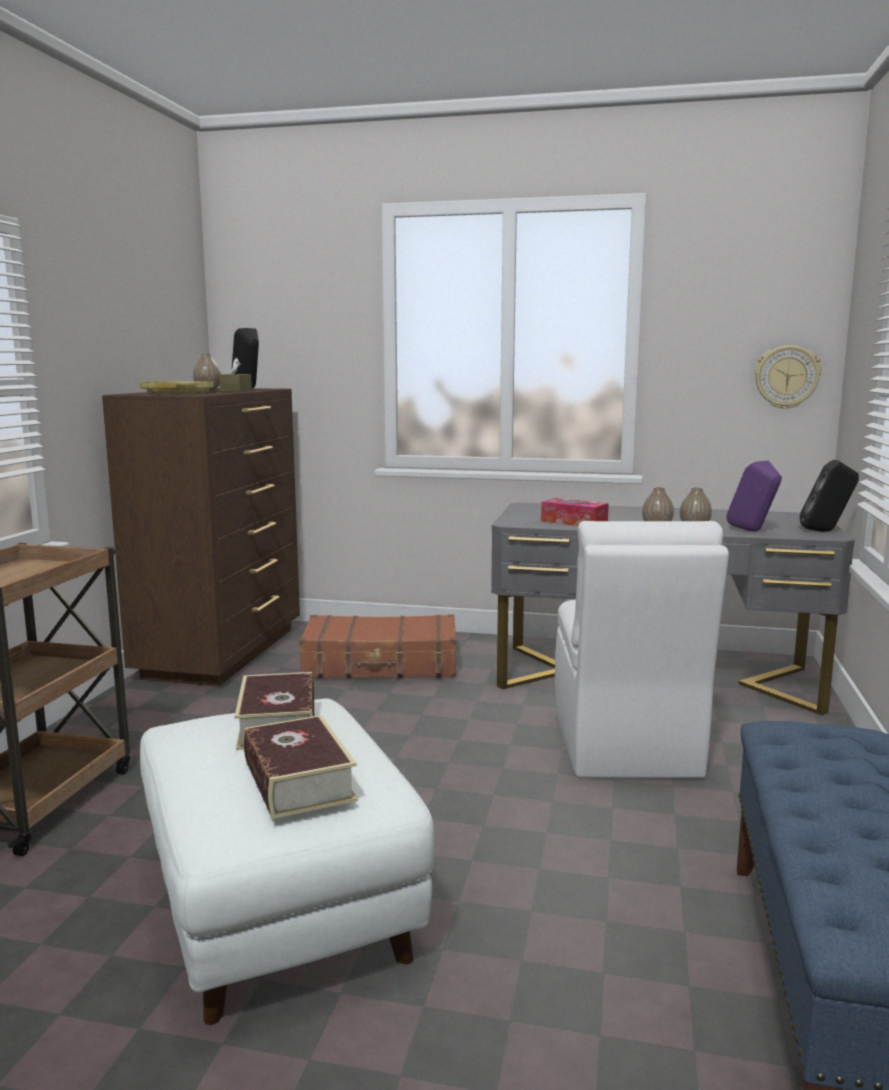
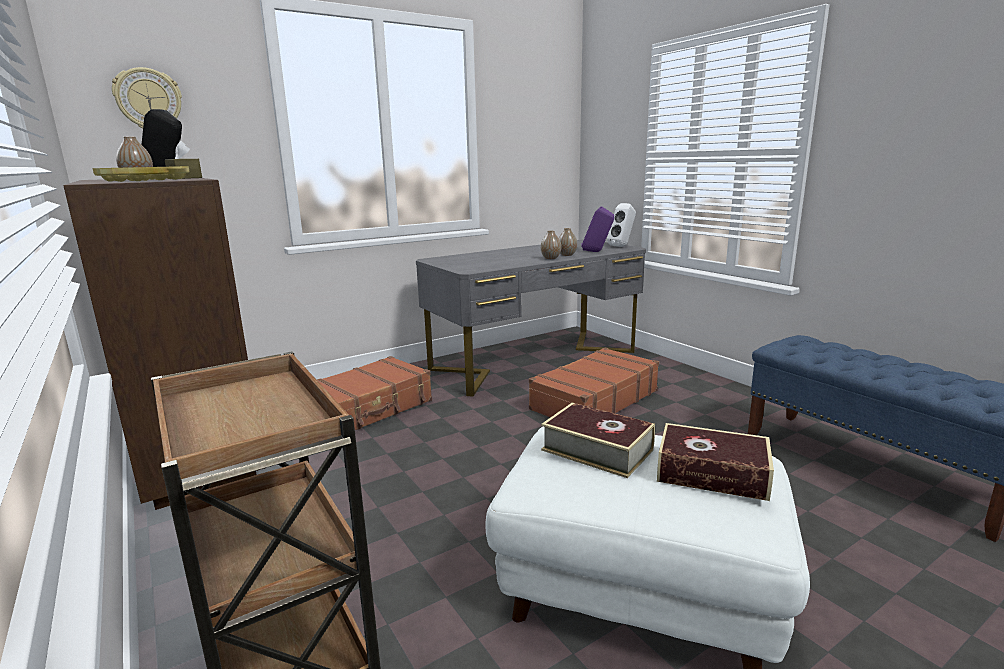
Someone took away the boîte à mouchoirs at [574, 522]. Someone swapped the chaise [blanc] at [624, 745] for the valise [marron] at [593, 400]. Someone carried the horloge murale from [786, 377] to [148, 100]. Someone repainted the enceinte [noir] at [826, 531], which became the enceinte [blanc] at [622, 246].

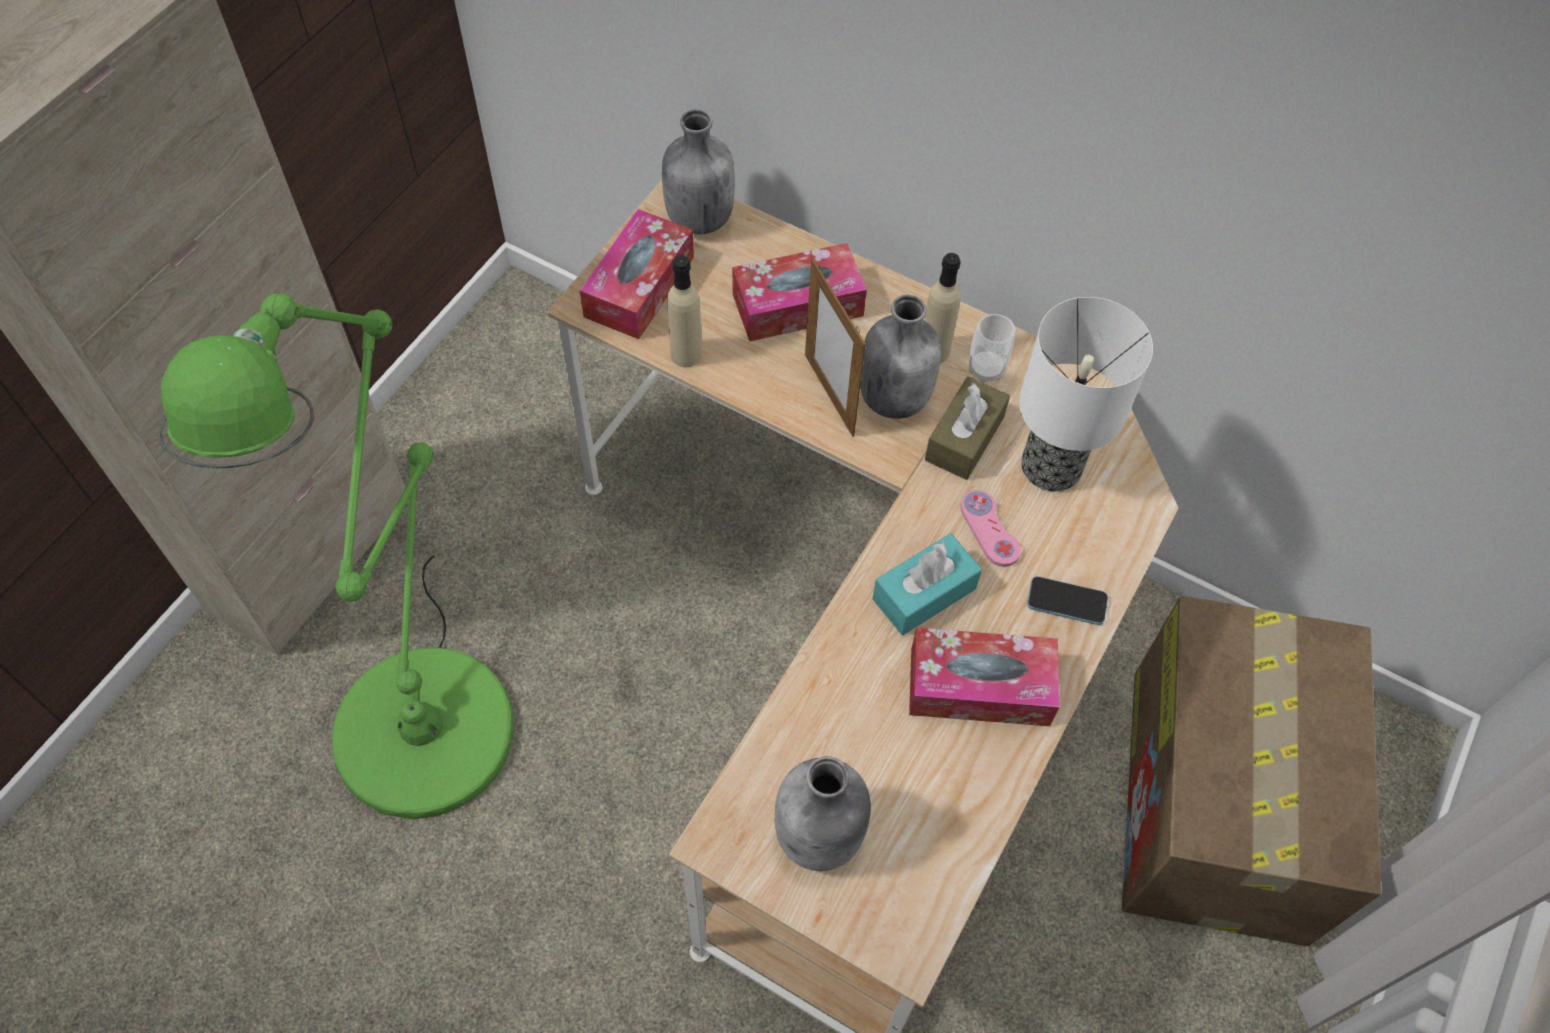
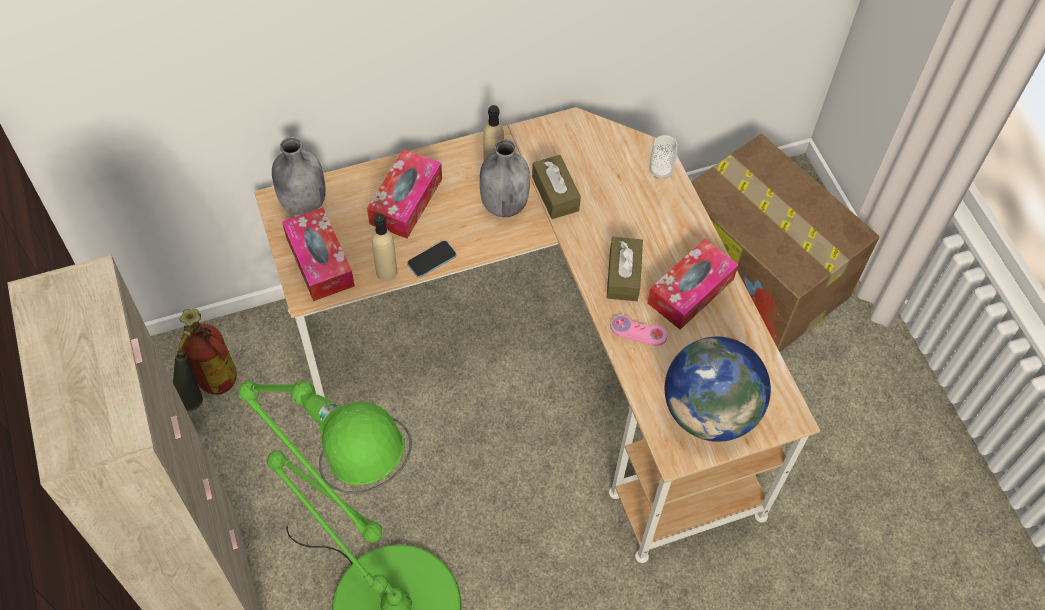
Someone swapped the bouteille [gris] at [820, 837] for the globe at [709, 411]. Someone took away the cadre photo at [829, 395]. Someone repainted the boîte à mouchoirs [turquoise] at [924, 593], which became the boîte à mouchoirs [marron] at [623, 275]. Someone carried the manette [rose] from [989, 529] to [638, 331]. Someone carried the tasse from [986, 369] to [660, 170]. Someone took away the lampe de table at [1049, 466]. Someone carried the téléphone from [1067, 602] to [432, 260]. Someone put down the extincteur at [211, 394].

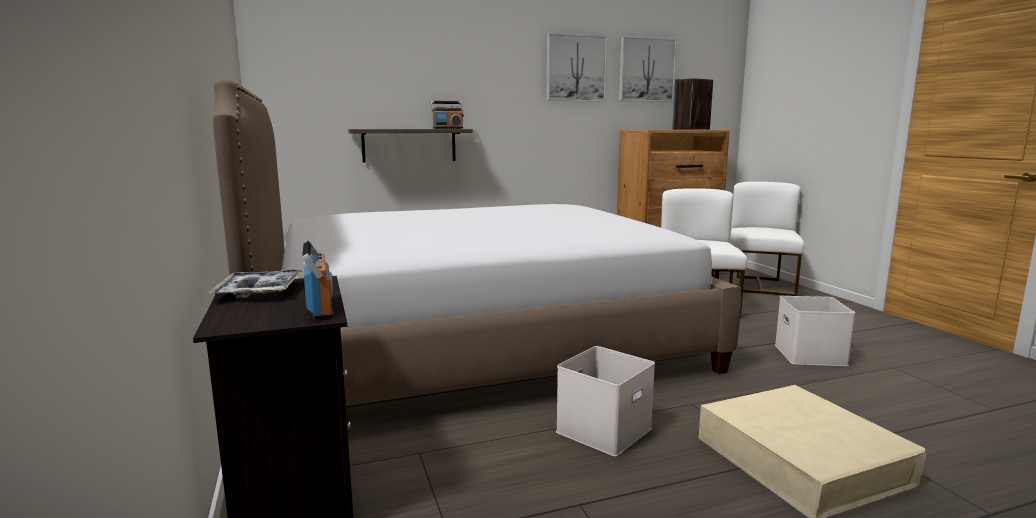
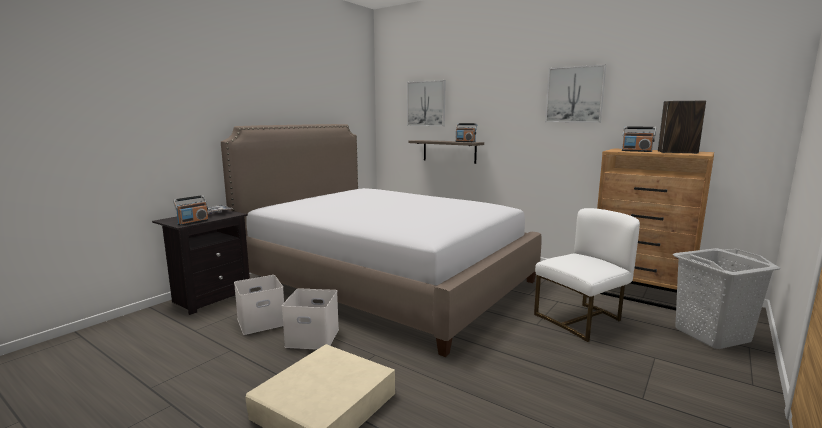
Someone carried the tableau from [646, 70] to [426, 103]. Someone swapped the chaise [blanc] at [760, 286] for the panier à linge [gris] at [712, 335]. Someone carried the boîte de rangement [blanc] from [808, 354] to [262, 321]. Someone put down the radio at [636, 151].

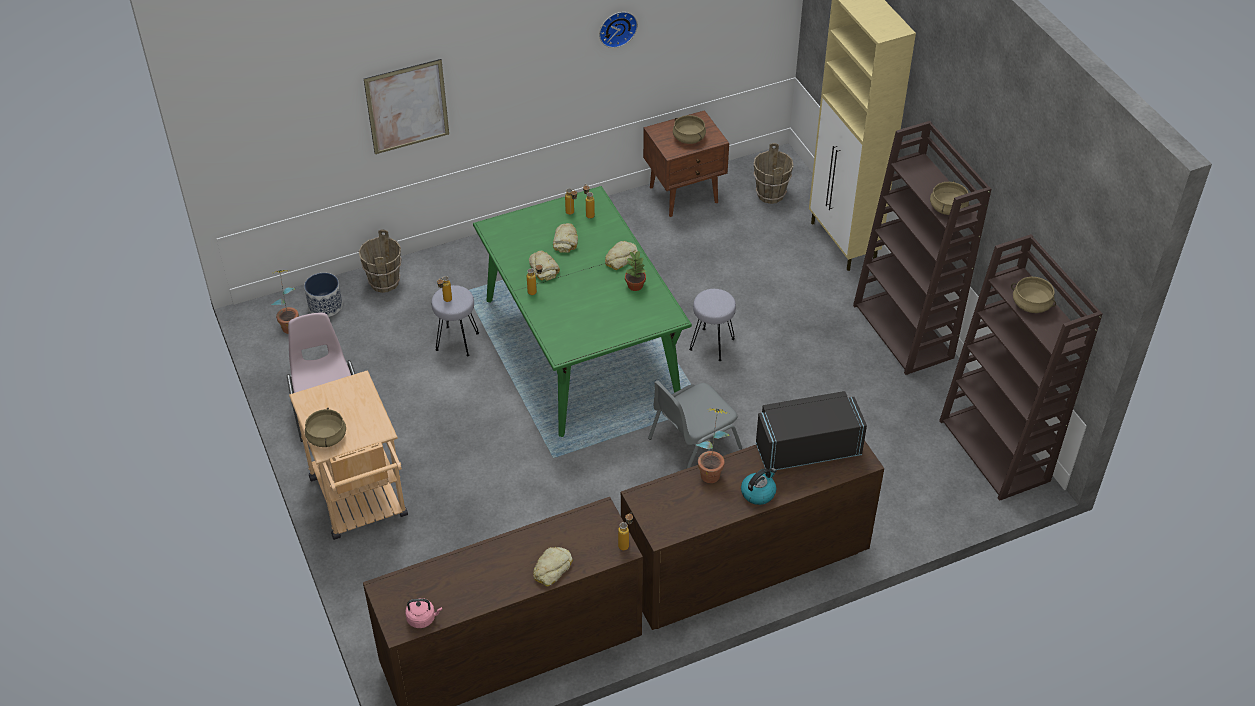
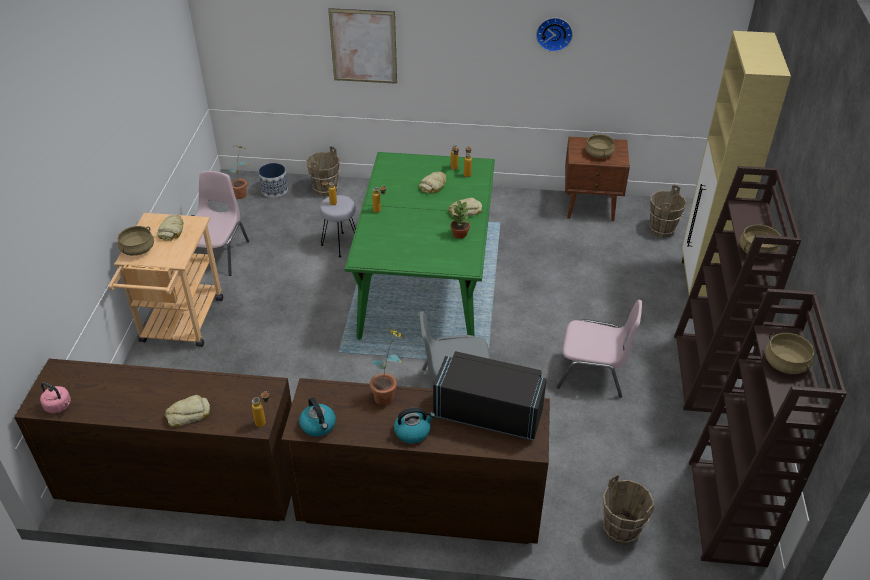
Someone carried the pain from [544, 268] to [172, 231]. Someone took away the tabouret [gris] at [712, 344]. Someone put down the bouilloire at [318, 426]. Someone put down the chaise [rose] at [593, 372]. Someone put down the seau [marron] at [621, 530].

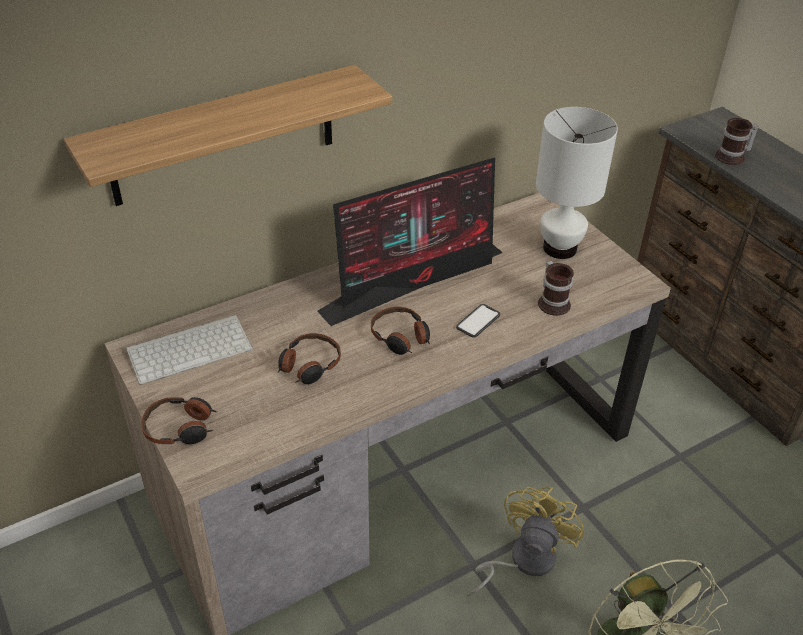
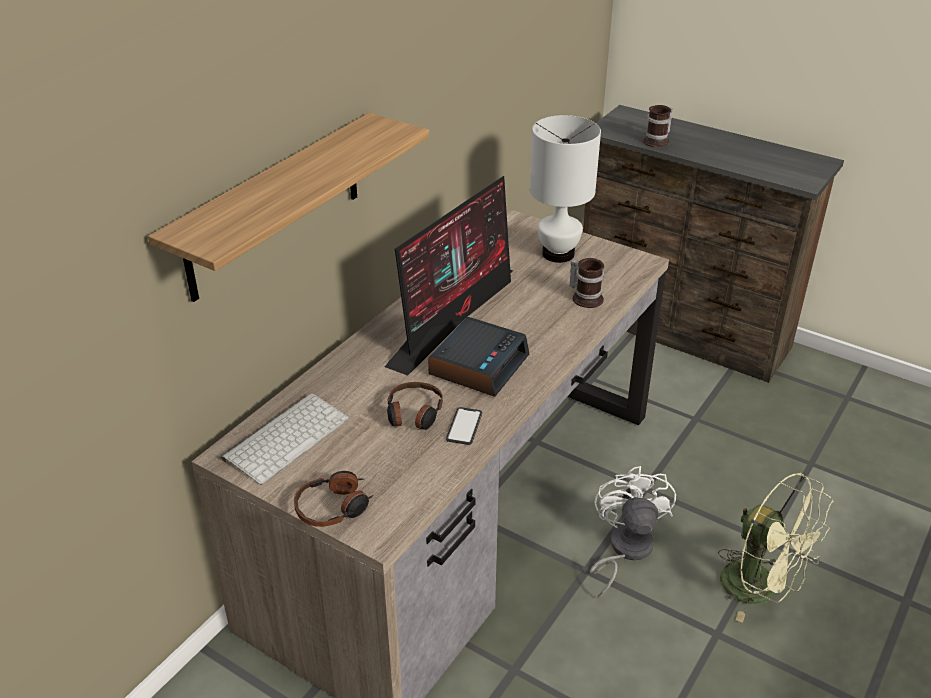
Someone swapped the casque audio at [401, 337] for the réveil at [478, 365]. Someone carried the téléphone from [478, 321] to [464, 426]. Someone repainted the ventilateur [jaune] at [523, 561], which became the ventilateur [blanc] at [624, 550].

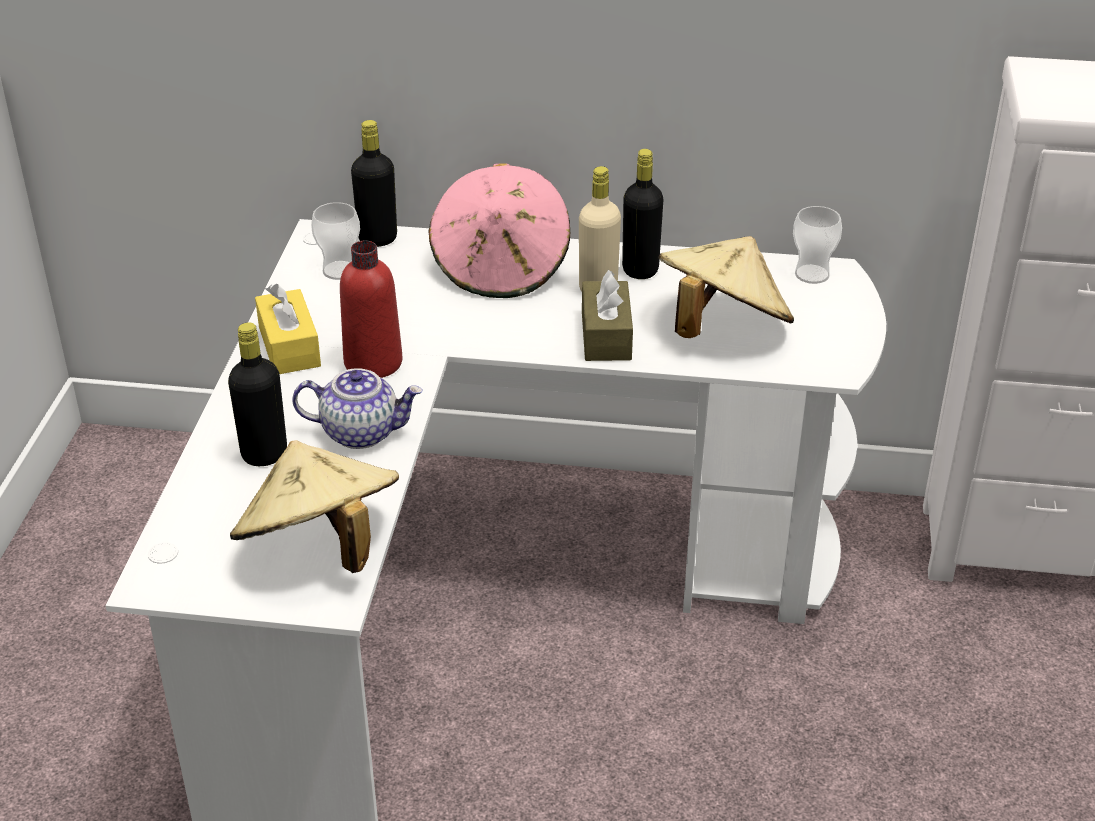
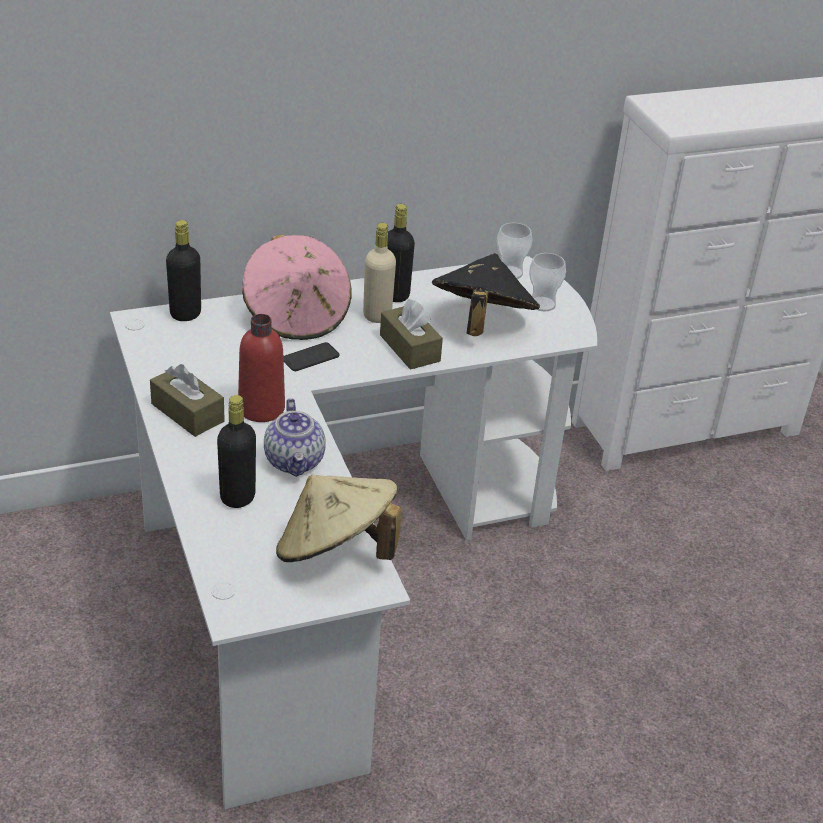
Someone repainted the boîte à mouchoirs [jaune] at [289, 347], which became the boîte à mouchoirs [marron] at [187, 412]. Someone rotated the théière at [361, 432] by 105 degrees clockwise. Someone carried the tasse from [339, 270] to [542, 304]. Someone repainted the chapeau [beige] at [721, 327], which became the chapeau [noir] at [481, 324]. Someone put down the téléphone at [310, 357].

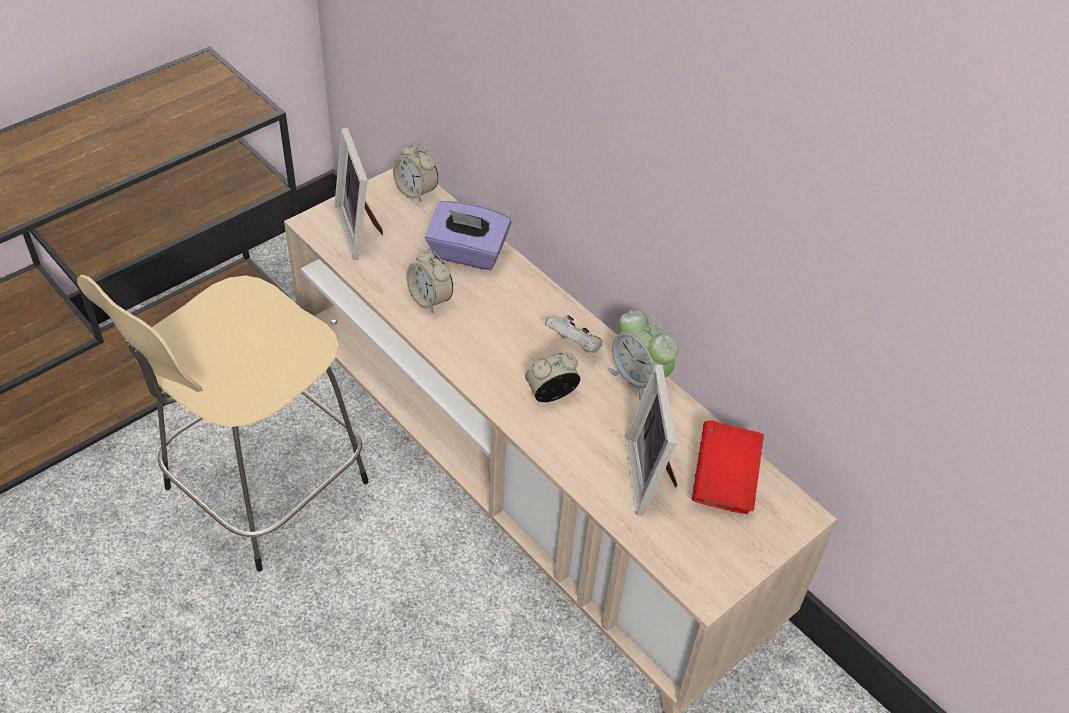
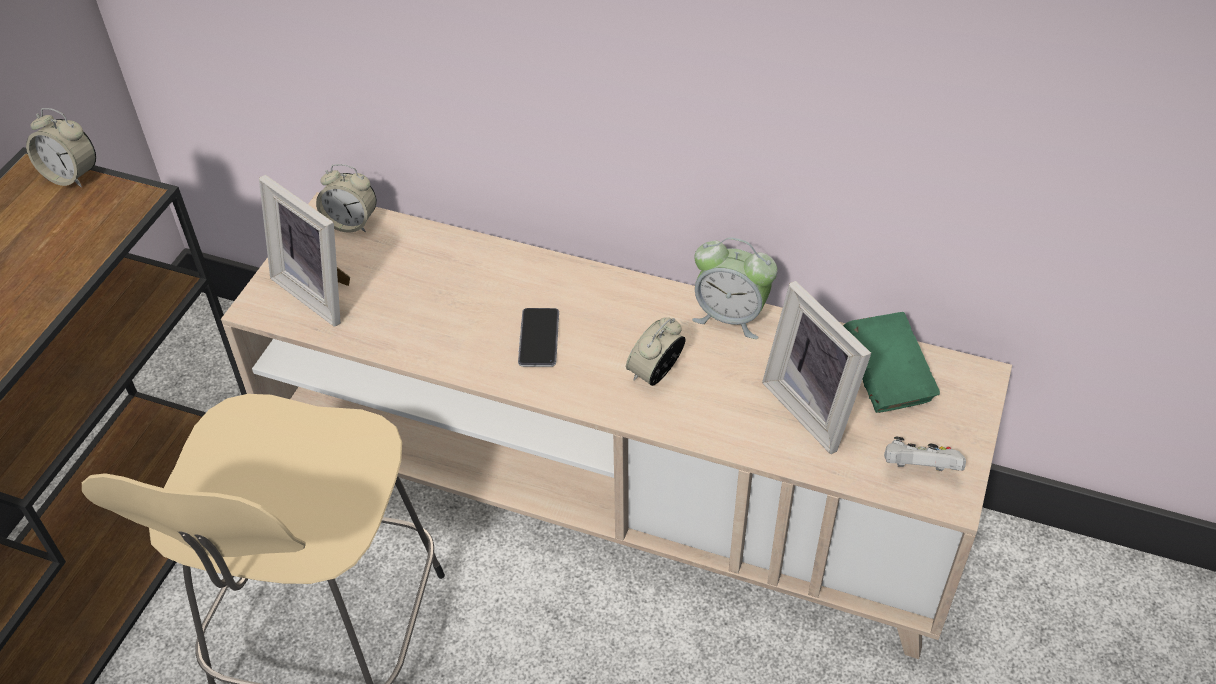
Someone carried the réveil from [430, 299] to [71, 176]. Someone took away the boîte à mouchoirs [violet] at [467, 253]. Someone carried the manette [blanc] from [575, 345] to [919, 469]. Someone repainted the livre [rouge] at [724, 481], which became the livre [vert] at [885, 379]. Someone put down the téléphone at [538, 338].

